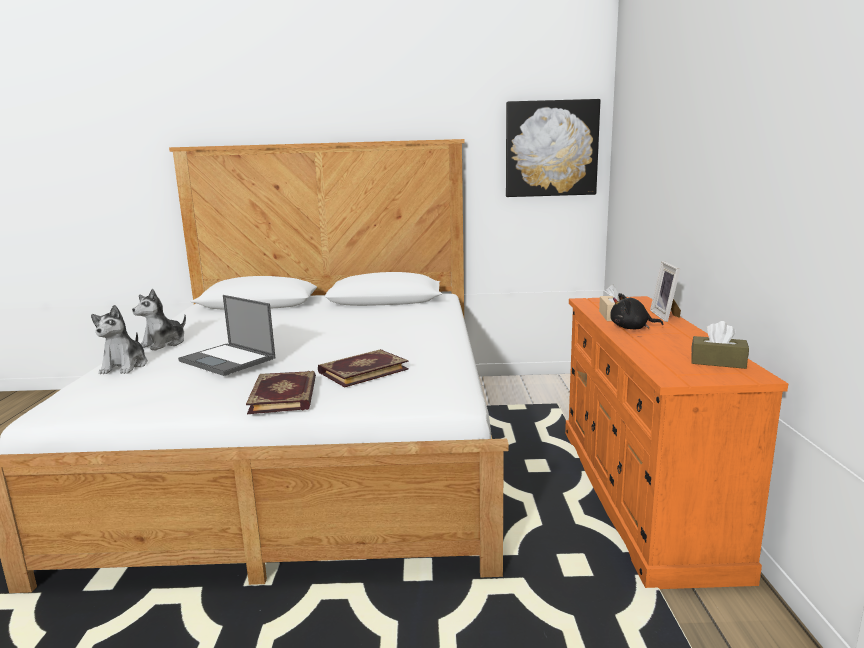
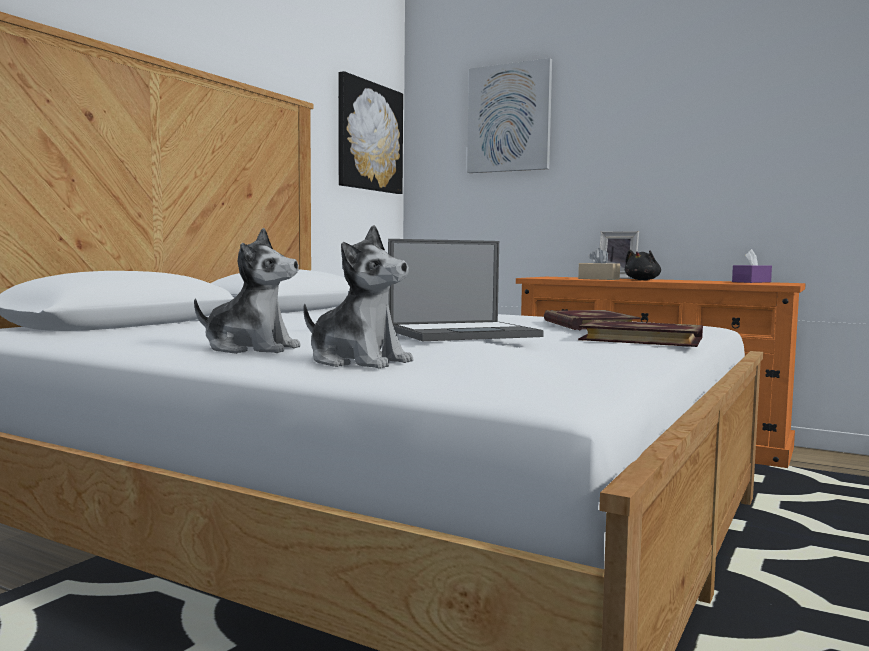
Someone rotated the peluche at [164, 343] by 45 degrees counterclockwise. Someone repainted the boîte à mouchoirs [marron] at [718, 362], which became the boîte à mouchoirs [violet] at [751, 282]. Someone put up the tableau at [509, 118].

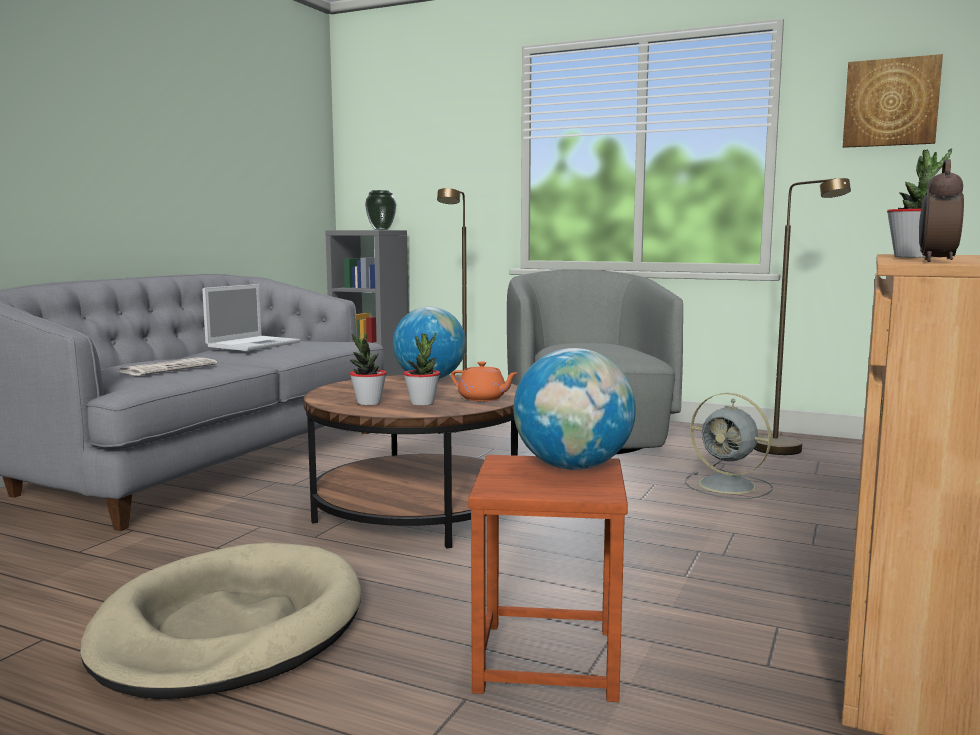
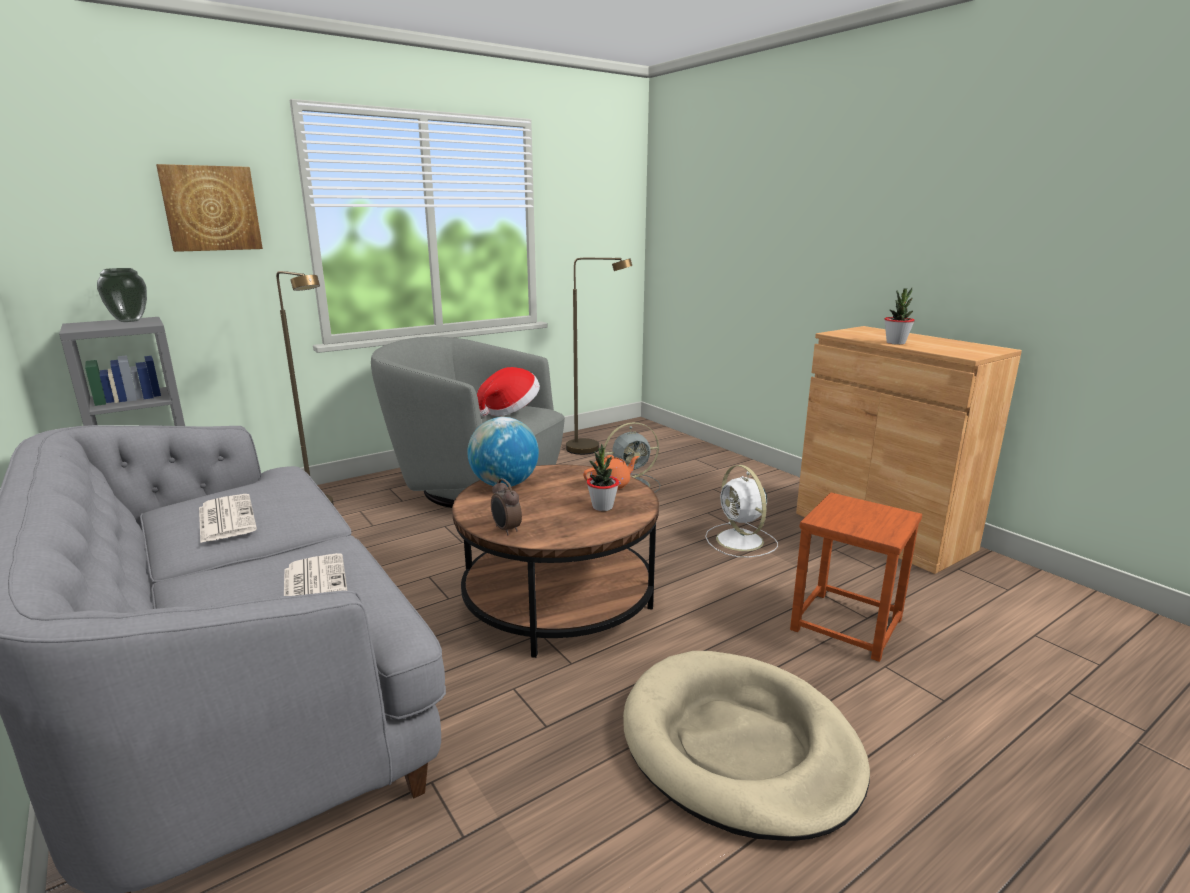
Someone swapped the ordinateur portable at [254, 344] for the journal at [226, 518]. Someone took away the plante en pot at [368, 403]. Someone took away the globe at [573, 467]. Someone carried the tableau from [891, 103] to [211, 208]. Someone carried the réveil from [936, 261] to [506, 530]. Someone put down the chapeau at [510, 411]. Someone put down the ventilateur [blanc] at [741, 541].

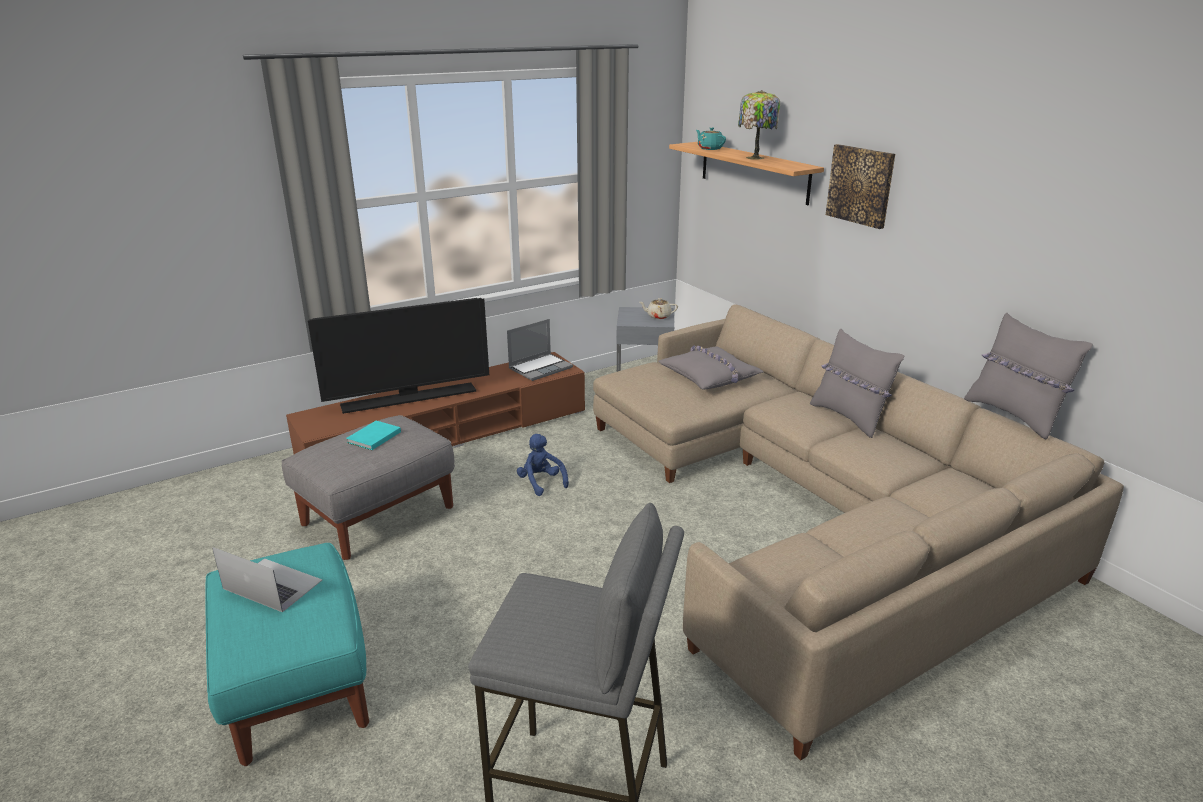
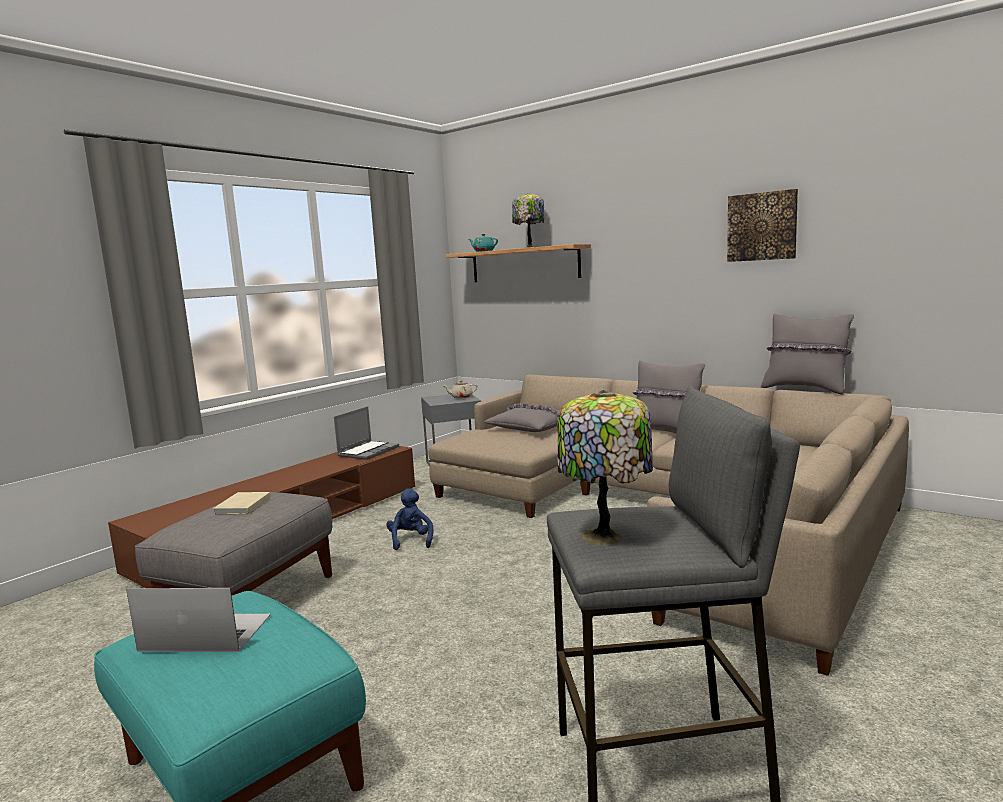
Someone took away the téléviseur at [409, 398]. Someone repainted the livre [turquoise] at [372, 437], which became the livre [beige] at [241, 506]. Someone rotated the peluche [bleu] at [541, 482] by 45 degrees clockwise. Someone carried the tableau from [860, 185] to [762, 226]. Someone put down the lampe de table at [605, 537].

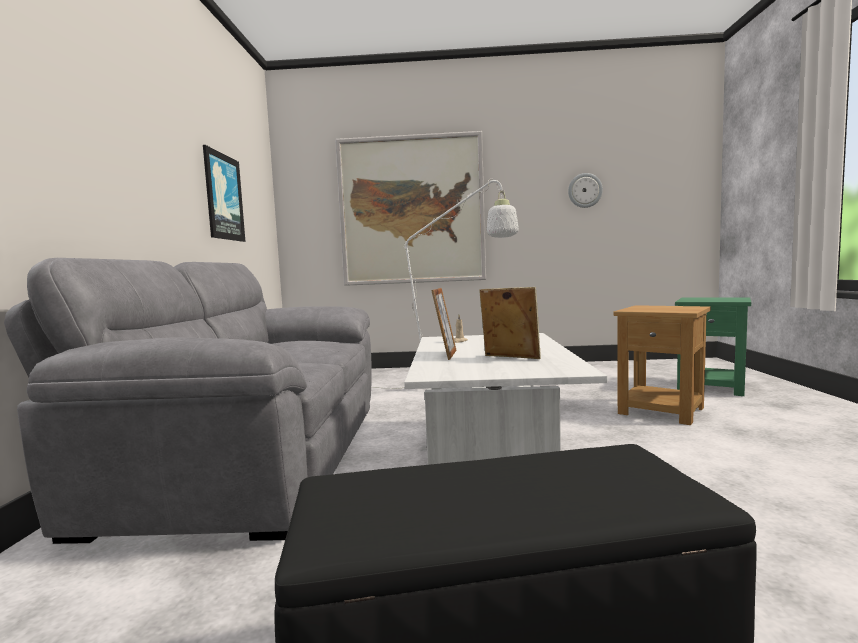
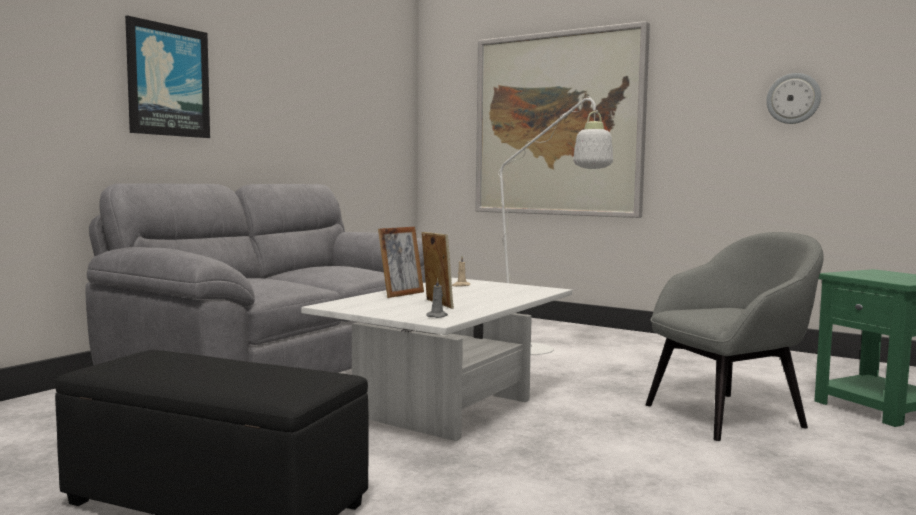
Someone carried the tableau from [223, 197] to [168, 80]. Someone swapped the table d'appoint [marron] at [662, 410] for the fauteuil [gris] at [726, 415]. Someone put down the bougie [gris] at [437, 316].

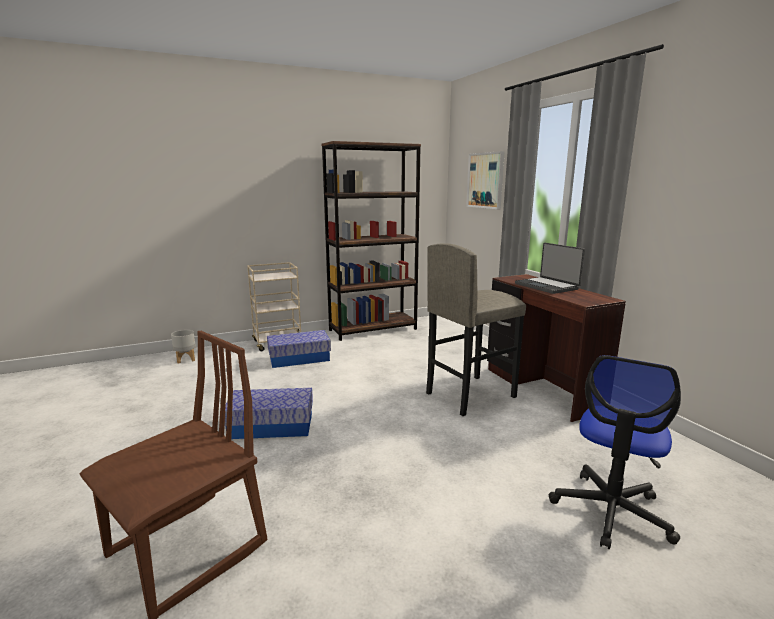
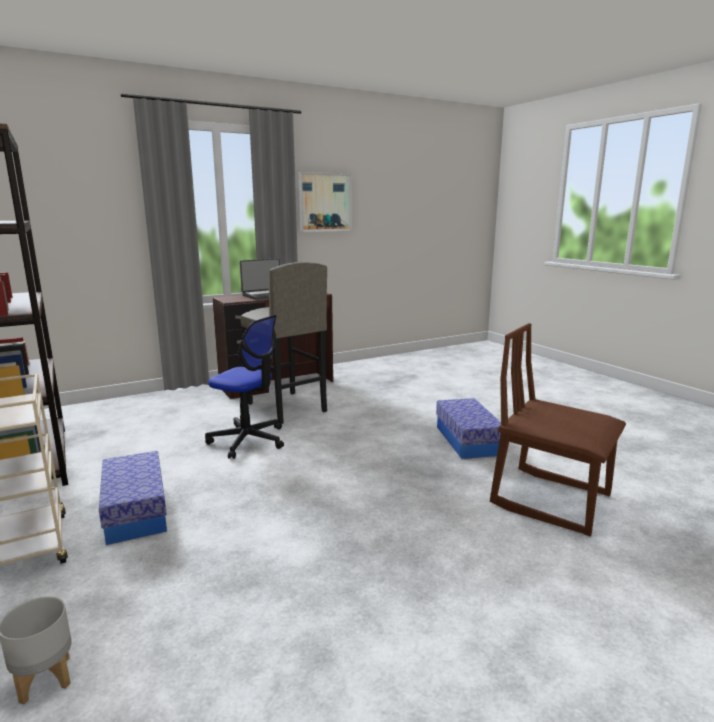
Someone carried the boîte de rangement from [271, 426] to [467, 440]. Someone carried the tableau from [485, 180] to [325, 202]. Someone carried the chaise de bureau from [611, 511] to [248, 440].

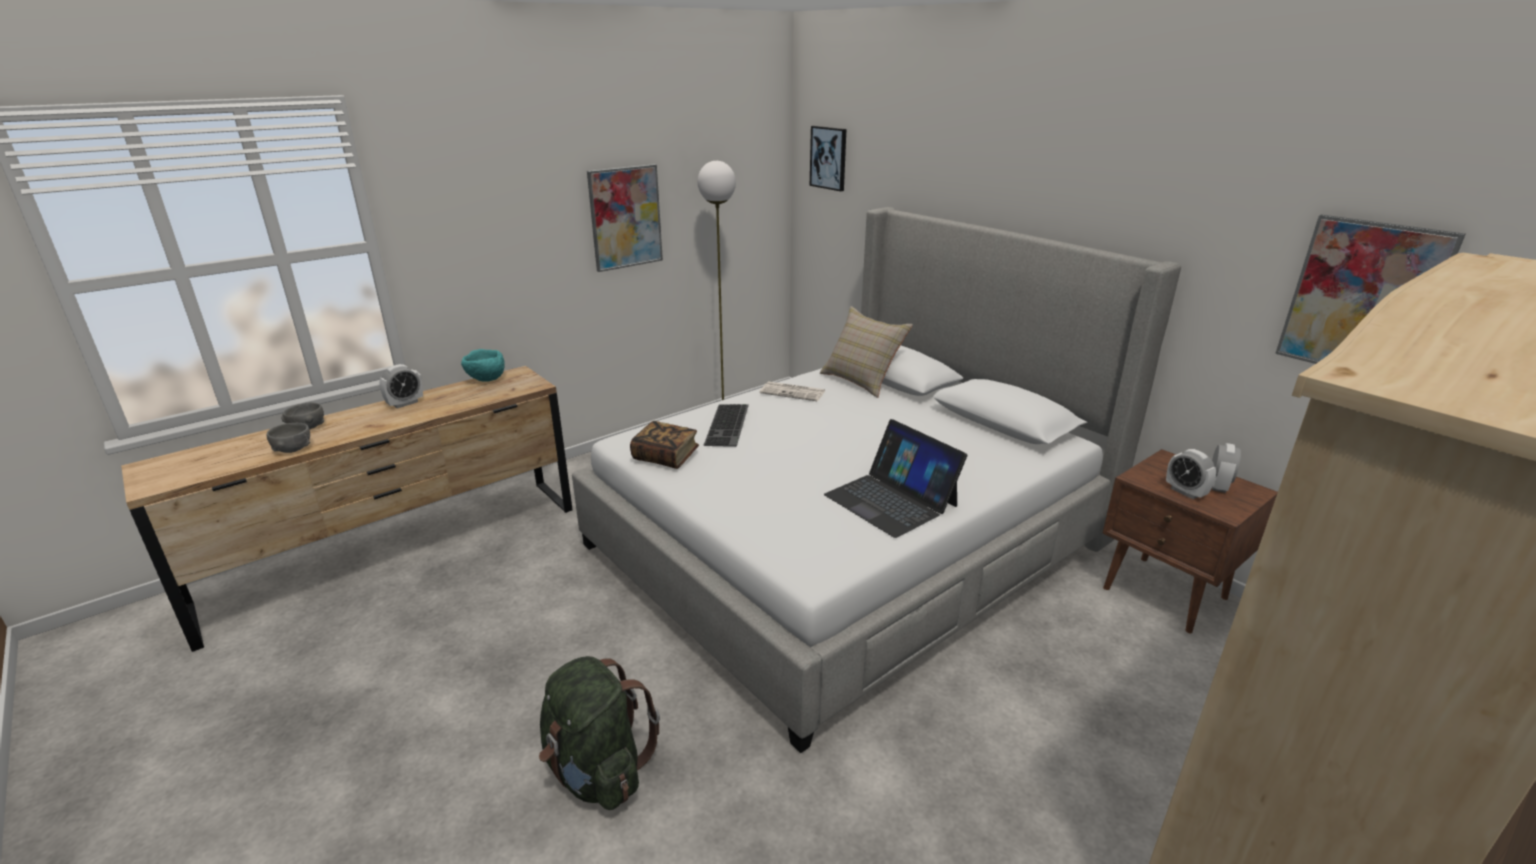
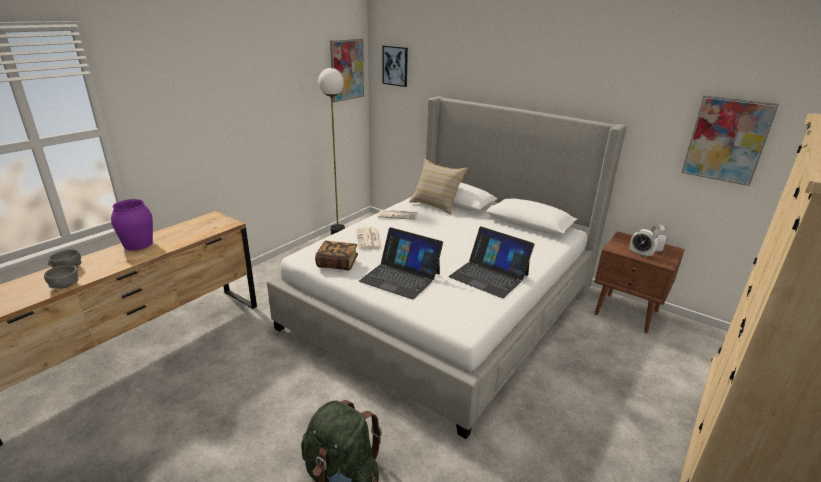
Someone swapped the réveil at [405, 403] for the vase [violet] at [138, 244]. Someone took away the bol [turquoise] at [486, 380]. Someone carried the tableau from [625, 217] to [347, 70]. Someone swapped the clavier at [729, 425] for the journal at [369, 239]. Someone put down the ordinateur portable at [400, 277].

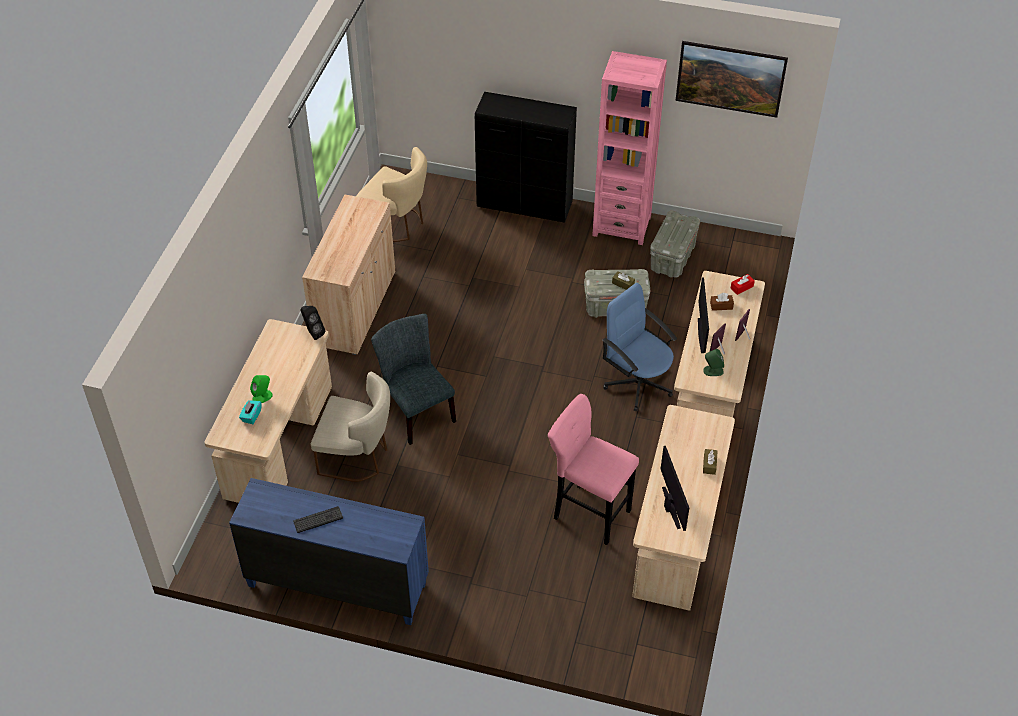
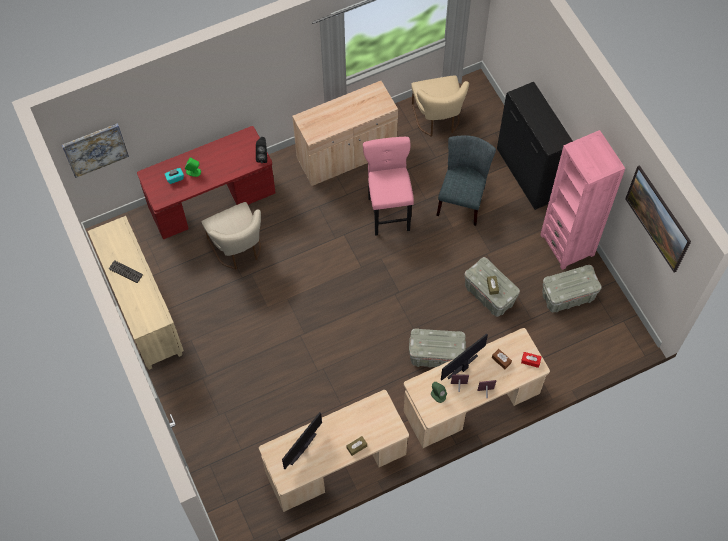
Someone repainted the bureau [beige] at [279, 442], which became the bureau [rouge] at [212, 201]. Someone repainted the commode [bleu] at [337, 584], which became the commode [beige] at [144, 310]. Someone carried the chaise [gris] from [415, 410] to [462, 198]. Someone carried the tabouret [rose] from [588, 512] to [388, 211]. Someone swapped the chaise de bureau [bleu] at [637, 383] for the boîte de rangement [gris] at [436, 355]. Someone put up the tableau at [95, 149].

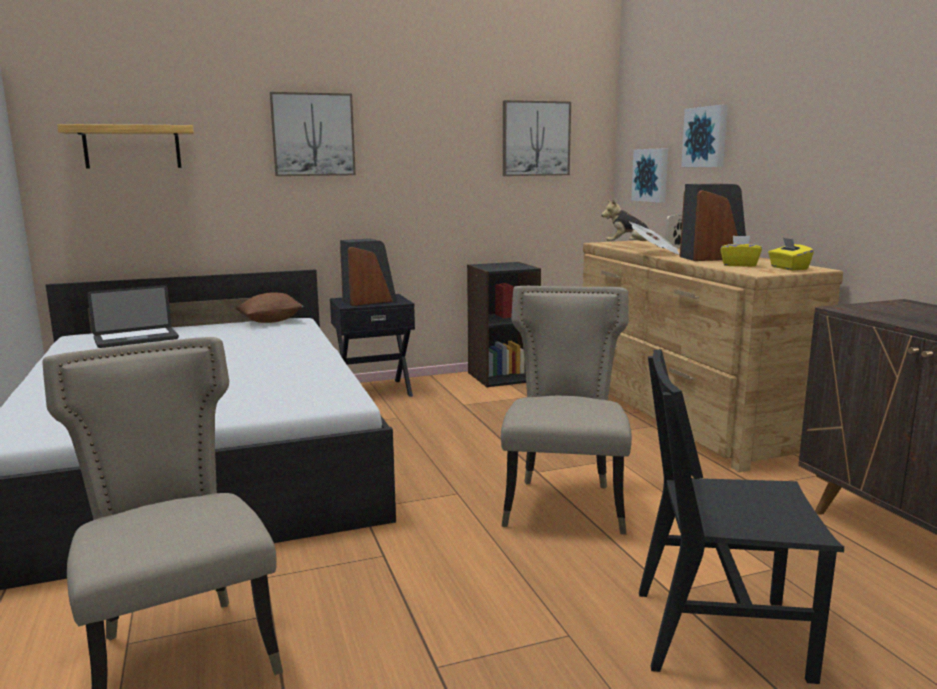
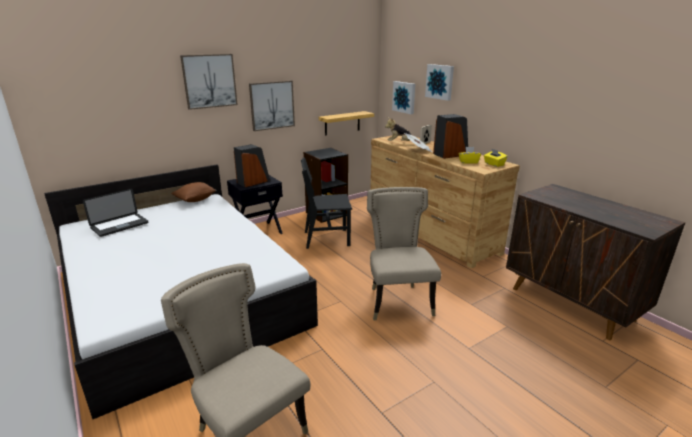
Someone carried the étagère from [132, 147] to [342, 123]. Someone carried the tableau from [535, 138] to [272, 105]. Someone carried the chaise [noir] from [719, 633] to [326, 238].

